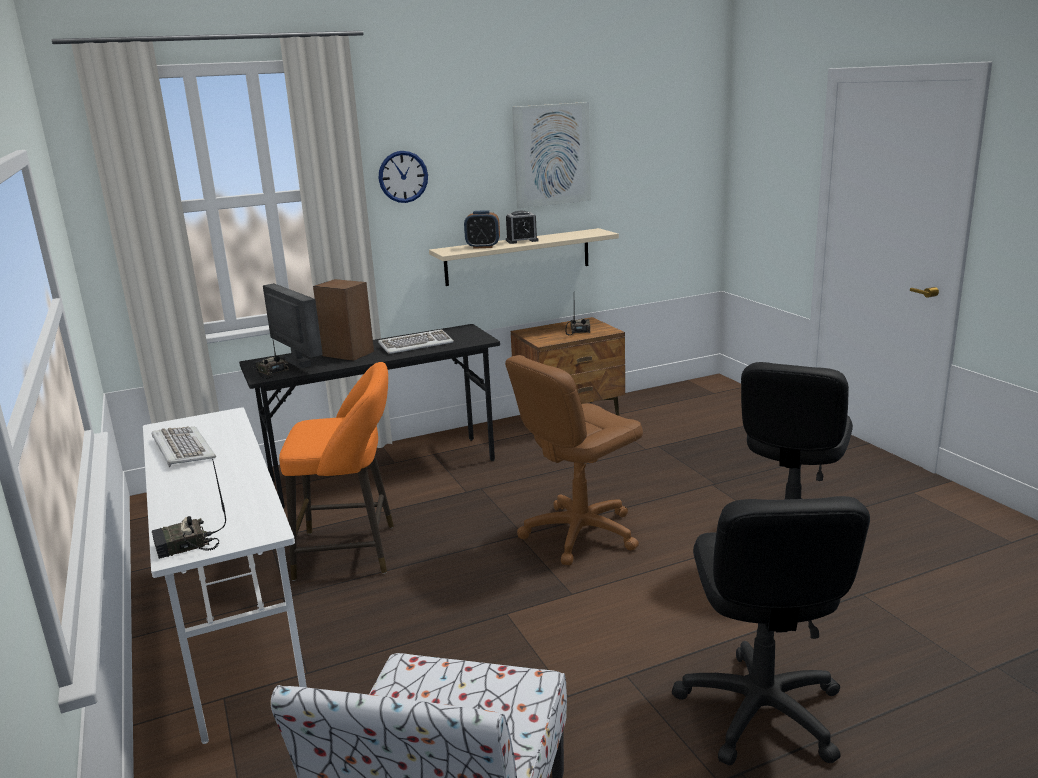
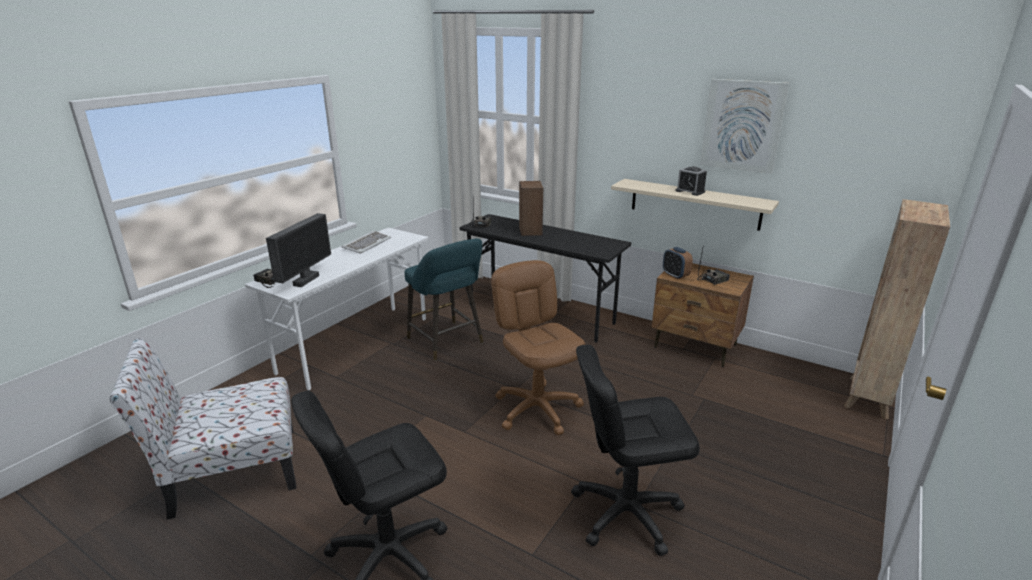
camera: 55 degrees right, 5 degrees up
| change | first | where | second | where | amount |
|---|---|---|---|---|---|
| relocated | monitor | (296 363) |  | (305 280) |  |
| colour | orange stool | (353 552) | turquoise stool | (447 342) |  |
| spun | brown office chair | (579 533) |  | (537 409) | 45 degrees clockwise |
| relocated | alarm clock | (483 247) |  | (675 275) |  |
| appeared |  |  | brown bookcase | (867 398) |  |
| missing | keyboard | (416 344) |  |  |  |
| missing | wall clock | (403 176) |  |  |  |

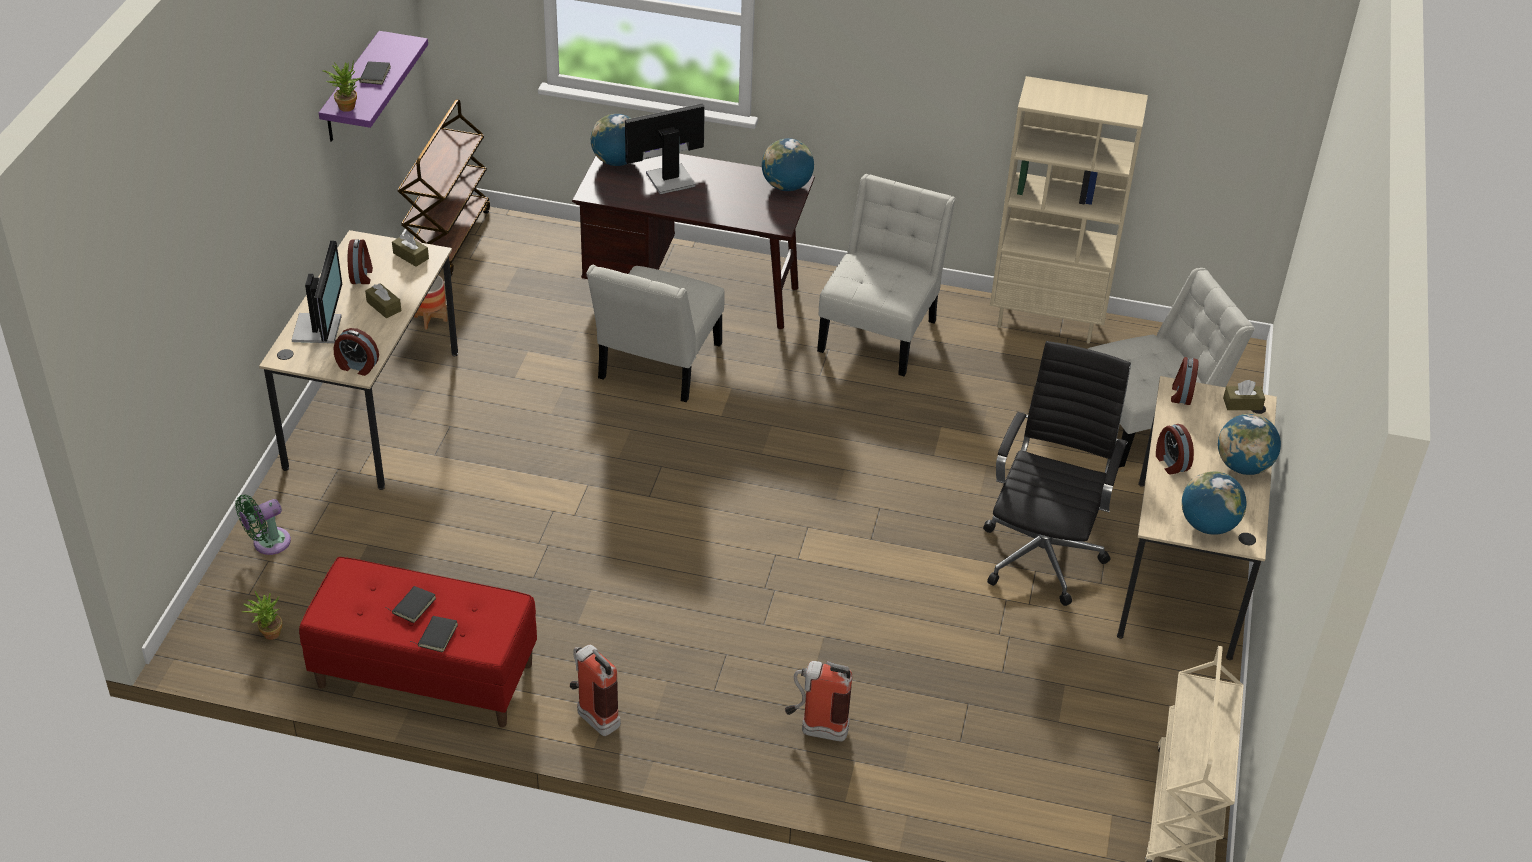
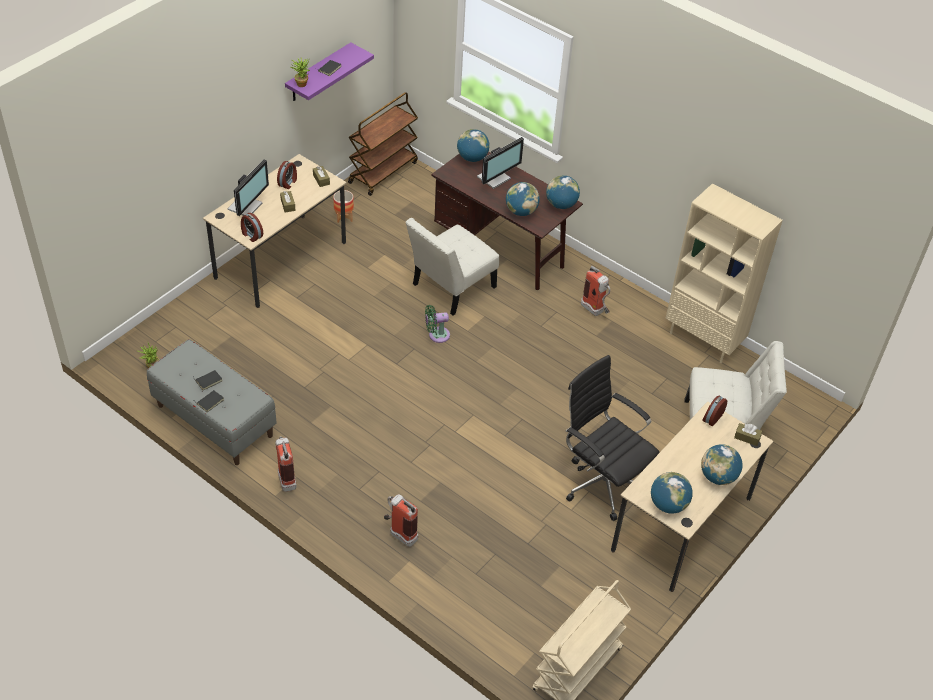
camera: 25 degrees right, 5 degrees up
| change | first | where | second | where | amount |
|---|---|---|---|---|---|
| colour | red bench | (424 675) | grey bench | (214 421) |  |
| relocated | green fan | (267 543) |  | (436 335) |  |
| spun | monitor | (669 178) |  | (495 178) | 135 degrees clockwise |
| appeared |  |  | globe | (521 211) |  |
| spun | black office chair | (1043 553) |  | (601 483) | 90 degrees counterclockwise |
| exchanged | white chair | (880 331) | fire extinguisher | (595 311) |  |
| missing | alarm clock | (1170 463) |  |  |  |

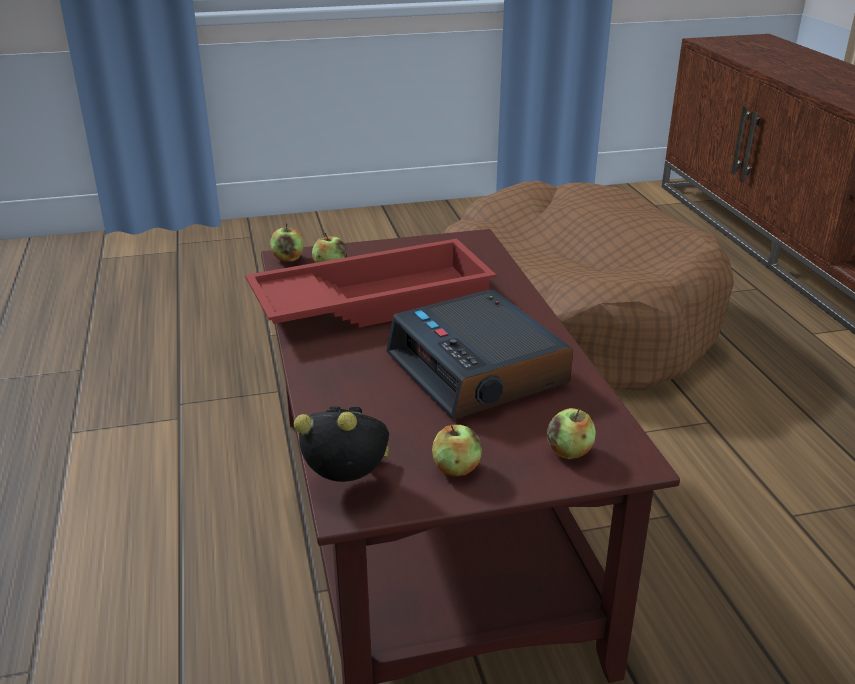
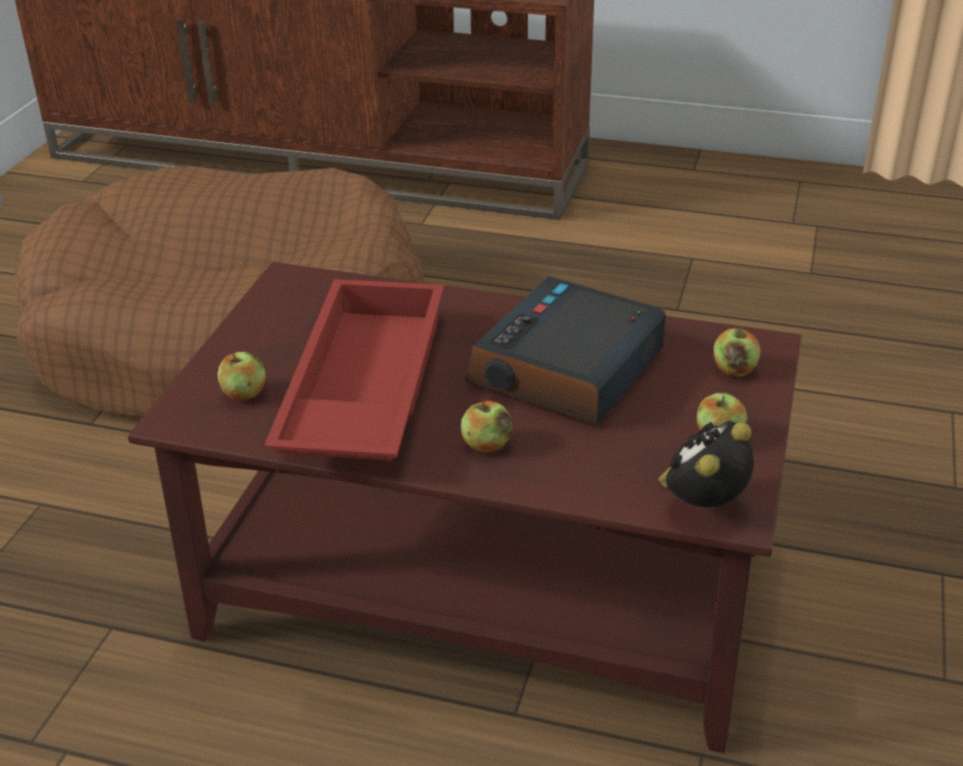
camera: 60 degrees left, 5 degrees up
| change | first | where | second | where | amount |
|---|---|---|---|---|---|
| relocated | apple | (288 258) |  | (486 445) |  |
| spun | alarm clock | (479 370) |  | (567 370) | 120 degrees clockwise |

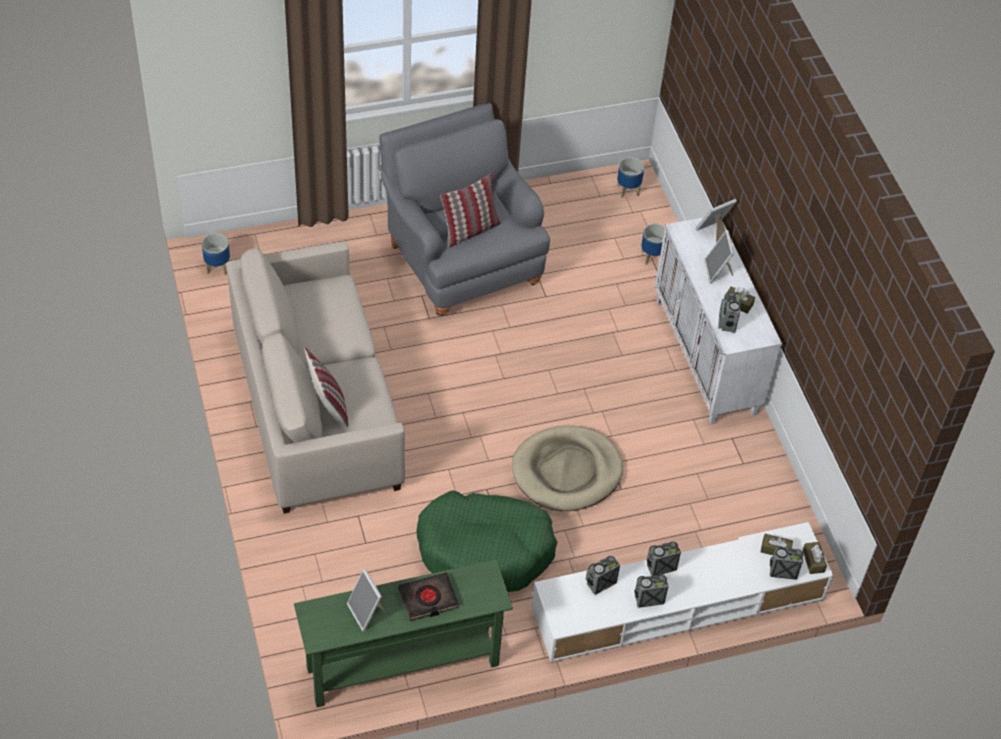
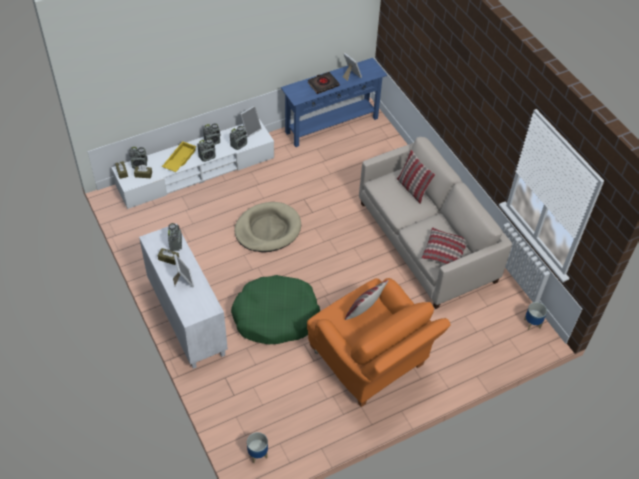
camera: 170 degrees right, 0 degrees up
| change | first | where | second | where | amount |
|---|---|---|---|---|---|
| appeared |  |  | yellow tray | (179 159) |  |
| relocated | green dog bed | (485 550) |  | (275 316) |  |
| relocated | picture frame | (713 231) |  | (250 129) |  |
| colour | green console table | (403 667) | blue console table | (331 125) |  |
| colour | grey armchair | (461 259) | orange armchair | (371 362) |  |
| appeared |  |  | pillow | (445 252) |  |
| missing | planter | (652 257) |  |  |  |

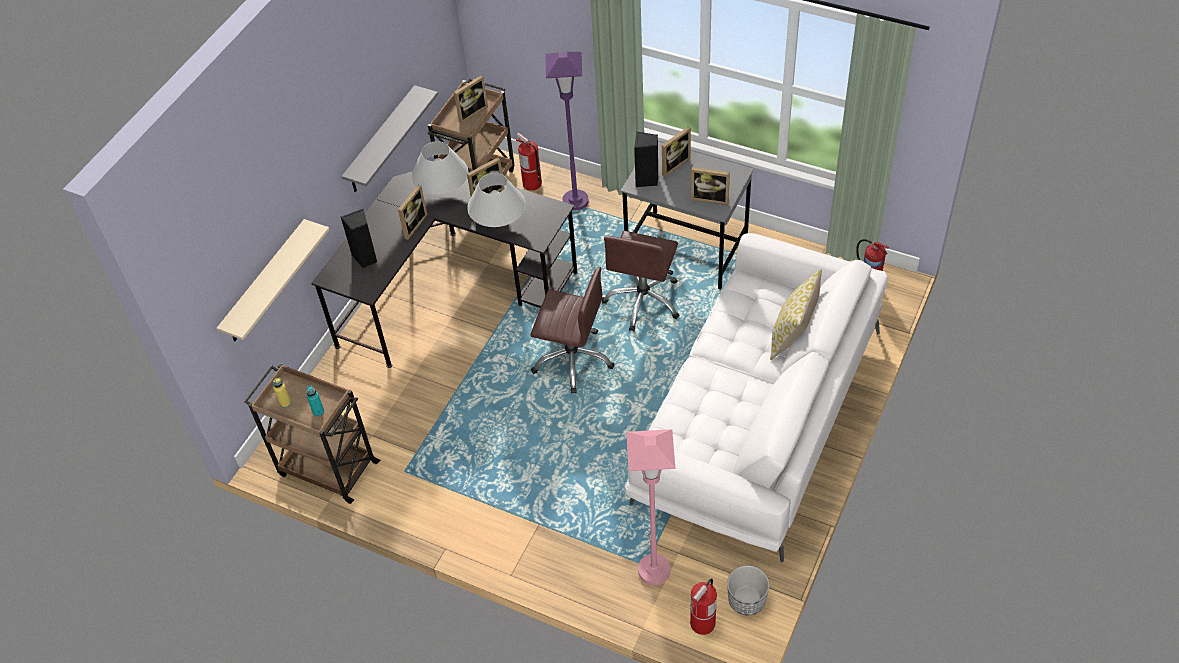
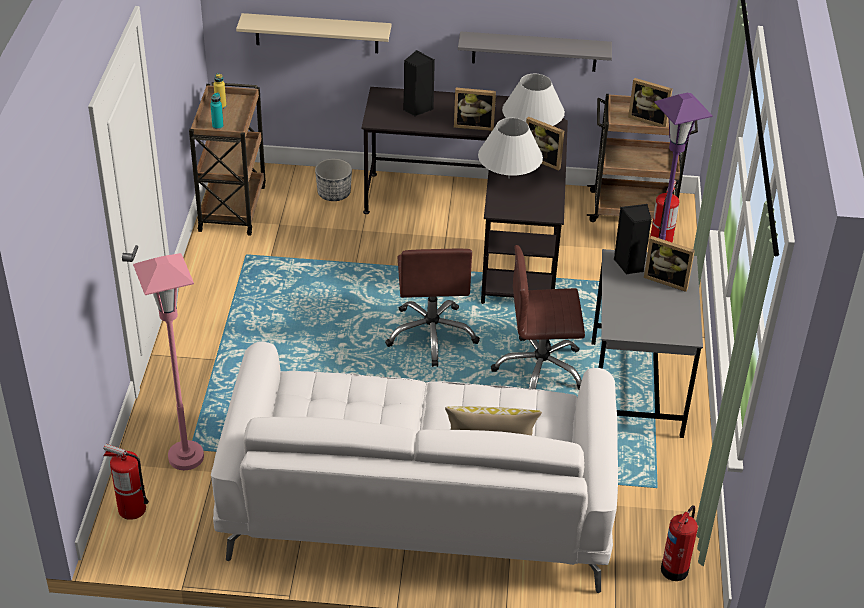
camera: 65 degrees right, 10 degrees down
| change | first | where | second | where | amount |
|---|---|---|---|---|---|
| relocated | planter | (747 600) |  | (333 194) |  |
| missing | picture frame | (710 197) |  |  |  |

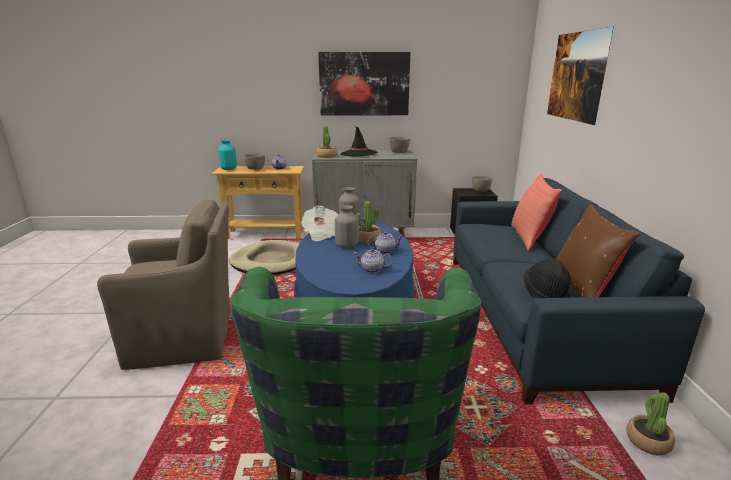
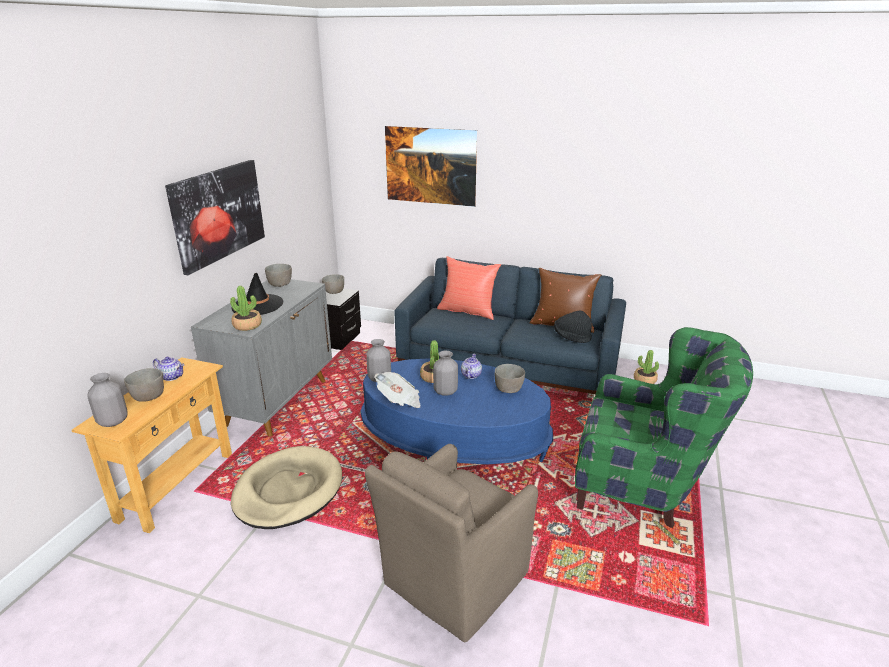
camera: 70 degrees left, 5 degrees up
| change | first | where | second | where | amount |
|---|---|---|---|---|---|
| colour | turquoise vase | (229 169) | grey vase | (113 421) |  |
| spun | brown armchair | (186 339) |  | (453 581) | 150 degrees counterclockwise |
| exchanged | teapot | (372 270) | grey bowl | (509 389) |  |

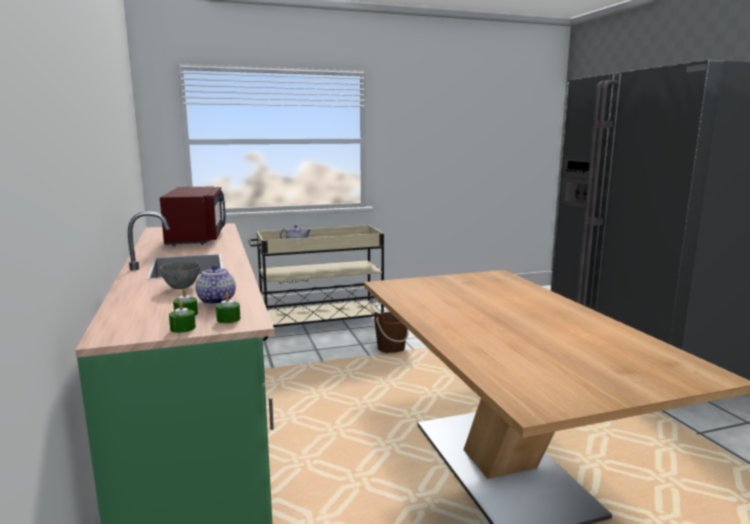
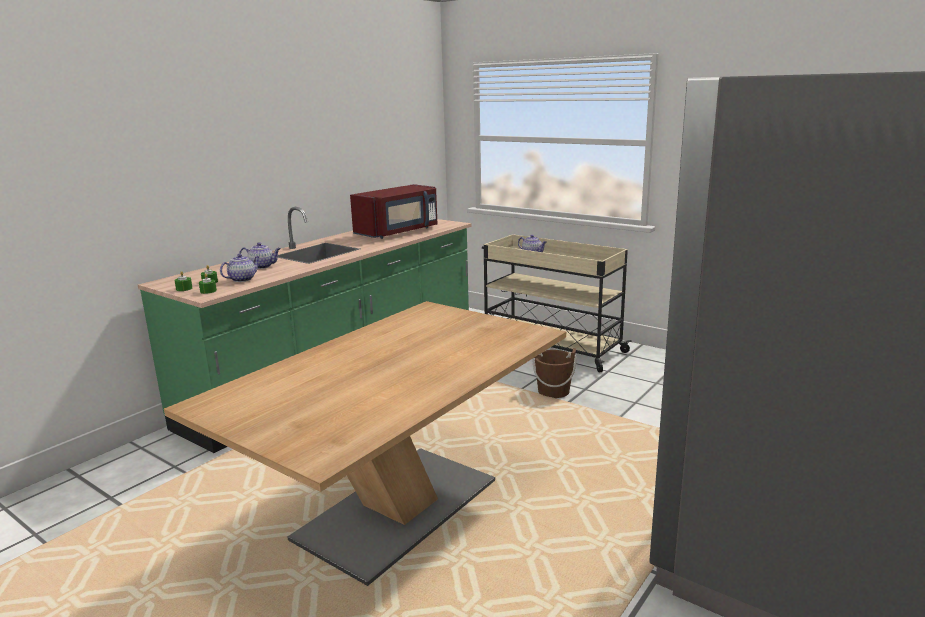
camera: 55 degrees right, 5 degrees up
| change | first | where | second | where | amount |
|---|---|---|---|---|---|
| exchanged | grey bowl | (182 287) | teapot | (262 266) |  |

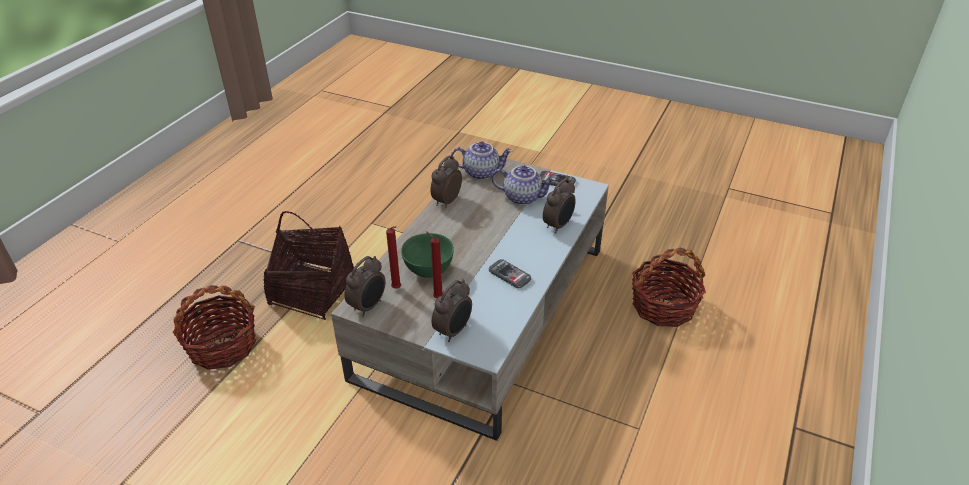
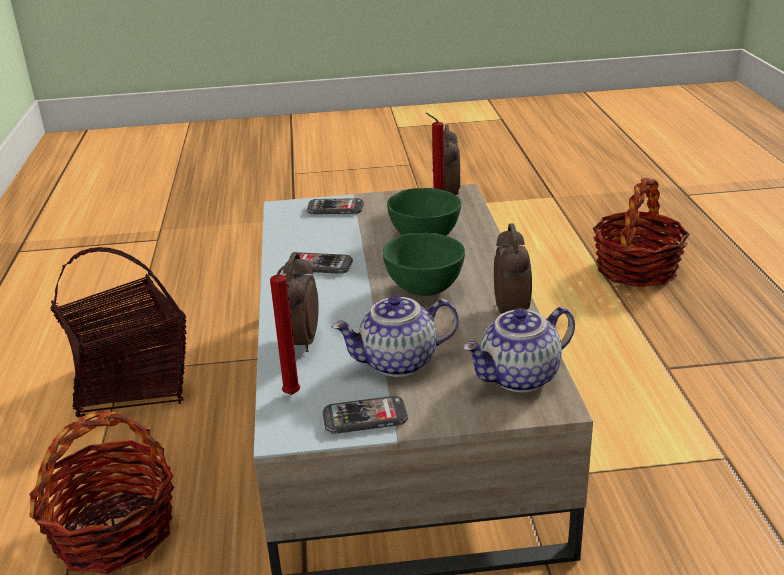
camera: 150 degrees right, 10 degrees down
| change | first | where | second | where | amount |
|---|---|---|---|---|---|
| relocated | basket | (312 291) |  | (133 384) |  |
| relocated | red candle | (436 297) |  | (295 394) |  |
| exchanged | alarm clock | (454 331) | phone | (335 208) |  |
| appeared |  |  | green bowl | (423 288) |  |

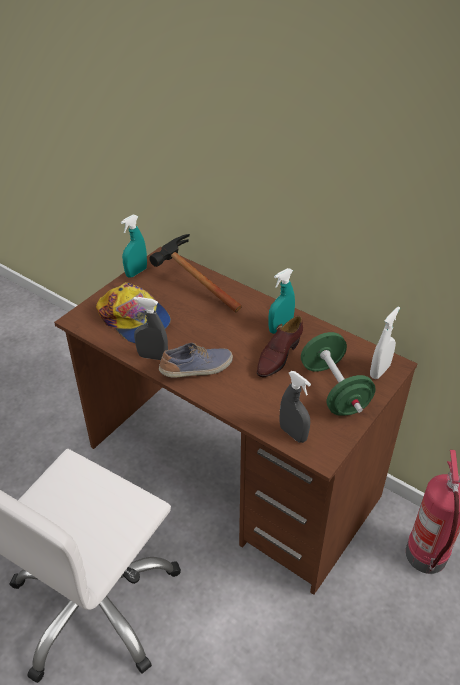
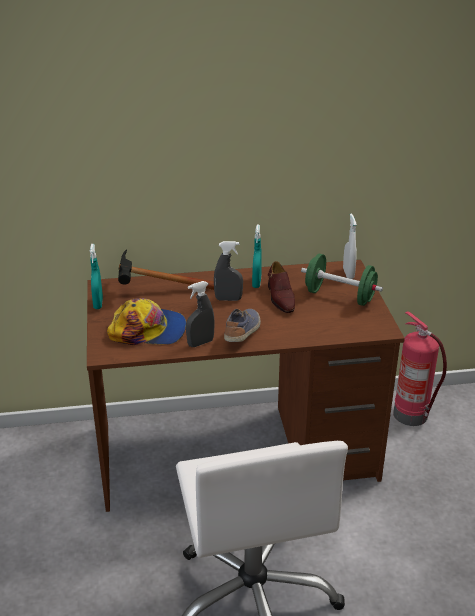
camera: 45 degrees left, 10 degrees down
| change | first | where | second | where | amount |
|---|---|---|---|---|---|
| relocated | grey spray bottle | (293 433) |  | (228 299) |  |

